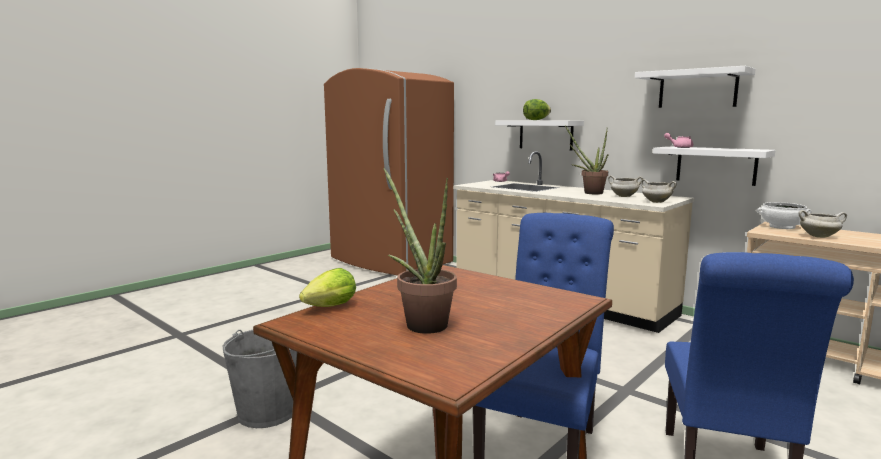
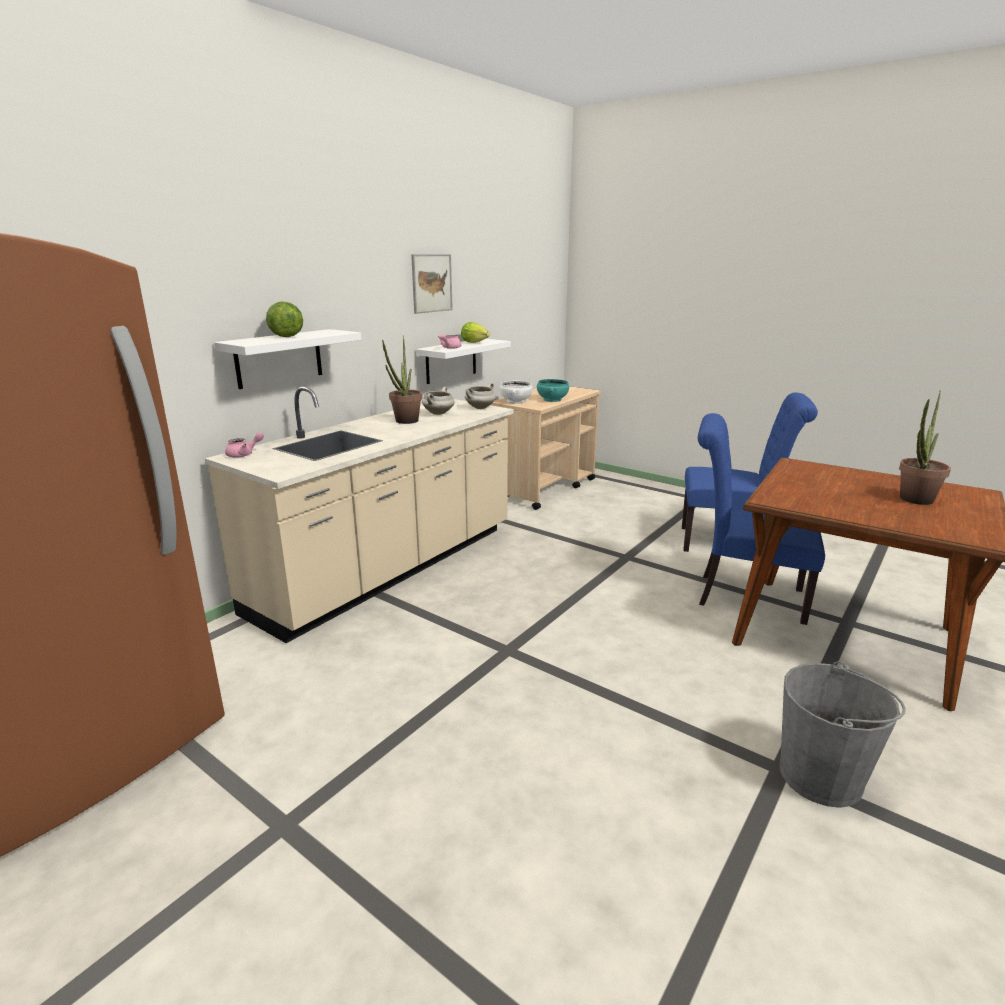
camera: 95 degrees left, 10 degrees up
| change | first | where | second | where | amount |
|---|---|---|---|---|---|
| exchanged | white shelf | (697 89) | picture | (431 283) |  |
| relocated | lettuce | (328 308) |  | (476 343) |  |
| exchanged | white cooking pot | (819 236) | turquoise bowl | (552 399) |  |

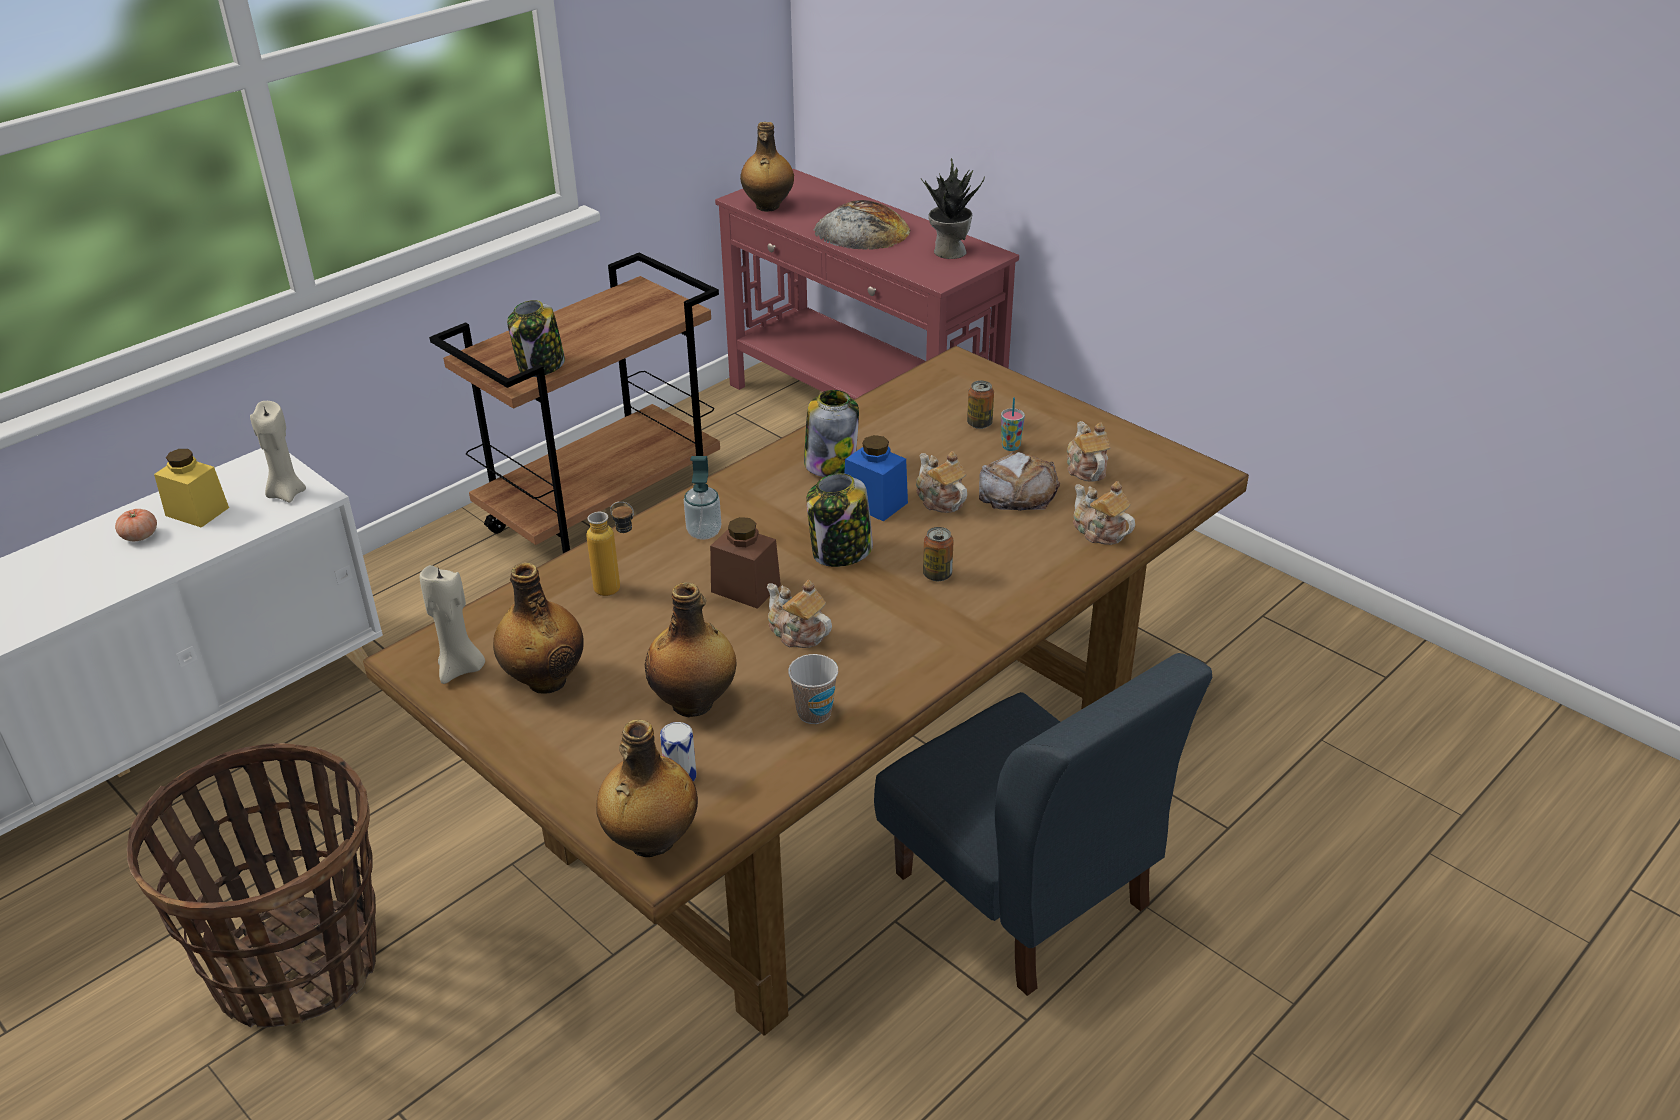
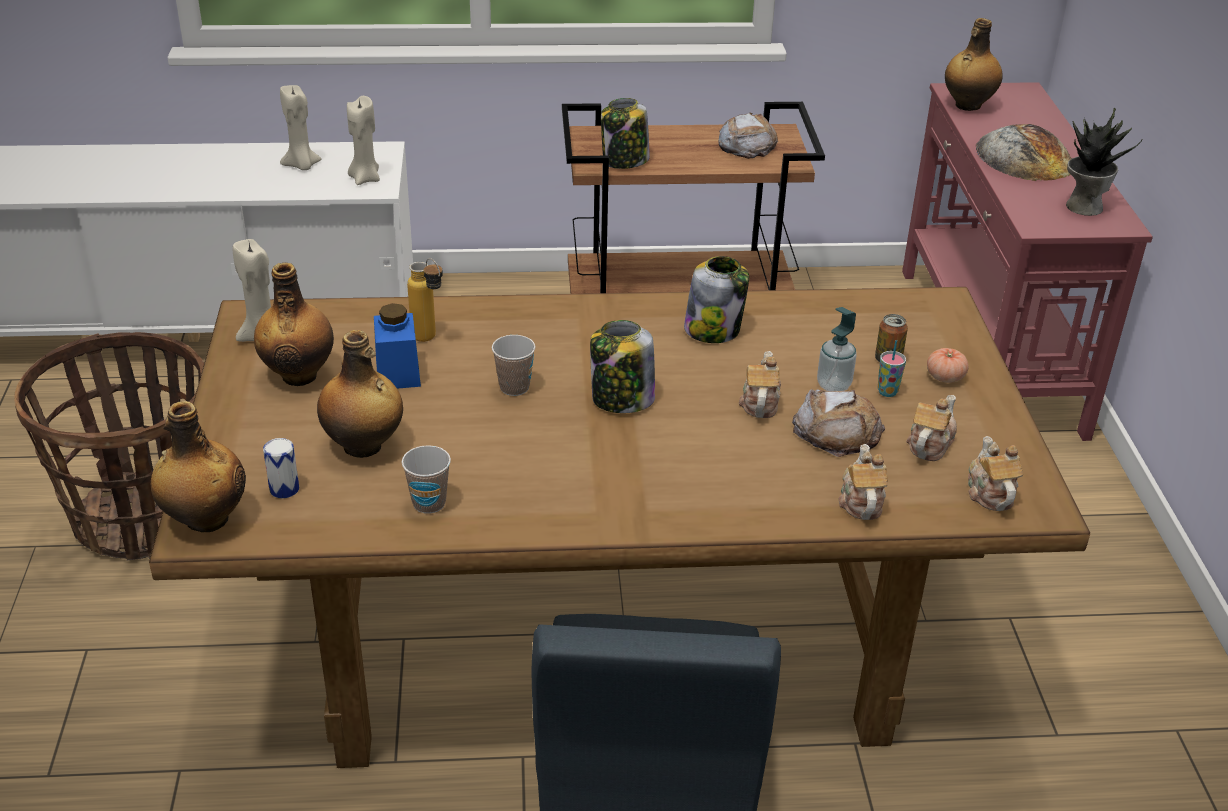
camera: 40 degrees right, 0 degrees up
| change | first | where | second | where | amount |
|---|---|---|---|---|---|
| exchanged | yellow jar | (197 511) | beige candle | (302 166) |  |
| relocated | blue jar | (875 503) |  | (398 373) |  |
| exchanged | brown jar | (746 588) | cup | (514 387) |  |
| appeared |  |  | bread | (746 144) |  |
| relocated | soap dispenser | (704 532) |  | (833 385) |  |
| relocated | tomato | (140 536) |  | (945 377) |  |
| relocated | teapot | (797 633) |  | (989 493) |  |
| missing | can | (937 575) |  |  |  |

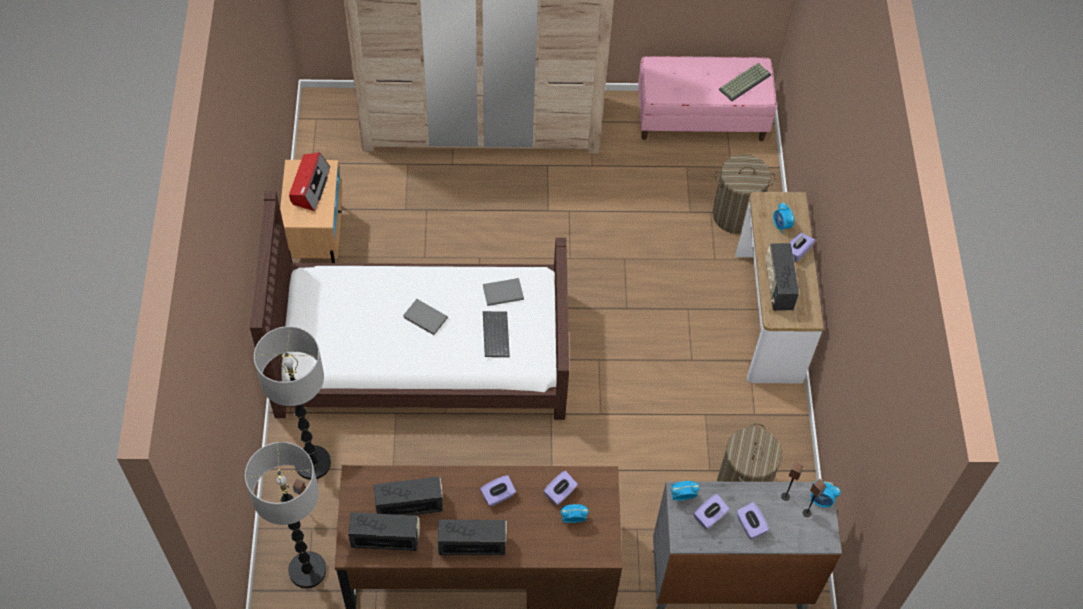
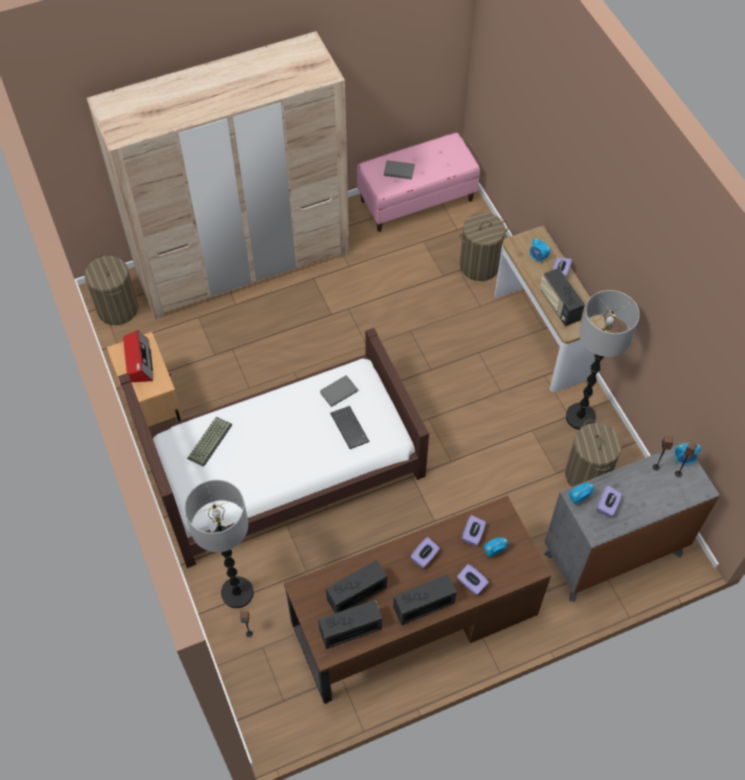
camera: 20 degrees left, 0 degrees up
| change | first | where | second | where | amount |
|---|---|---|---|---|---|
| appeared |  |  | laundry basket | (118 309) |  |
| relocated | keyboard | (744 81) |  | (209 440) |  |
| relocated | grey book | (425 318) |  | (399 171) |  |
| relocated | purple tissue box | (750 526) |  | (471 584) |  |
| relocated | floor lamp | (307 570) |  | (580 417) |  |

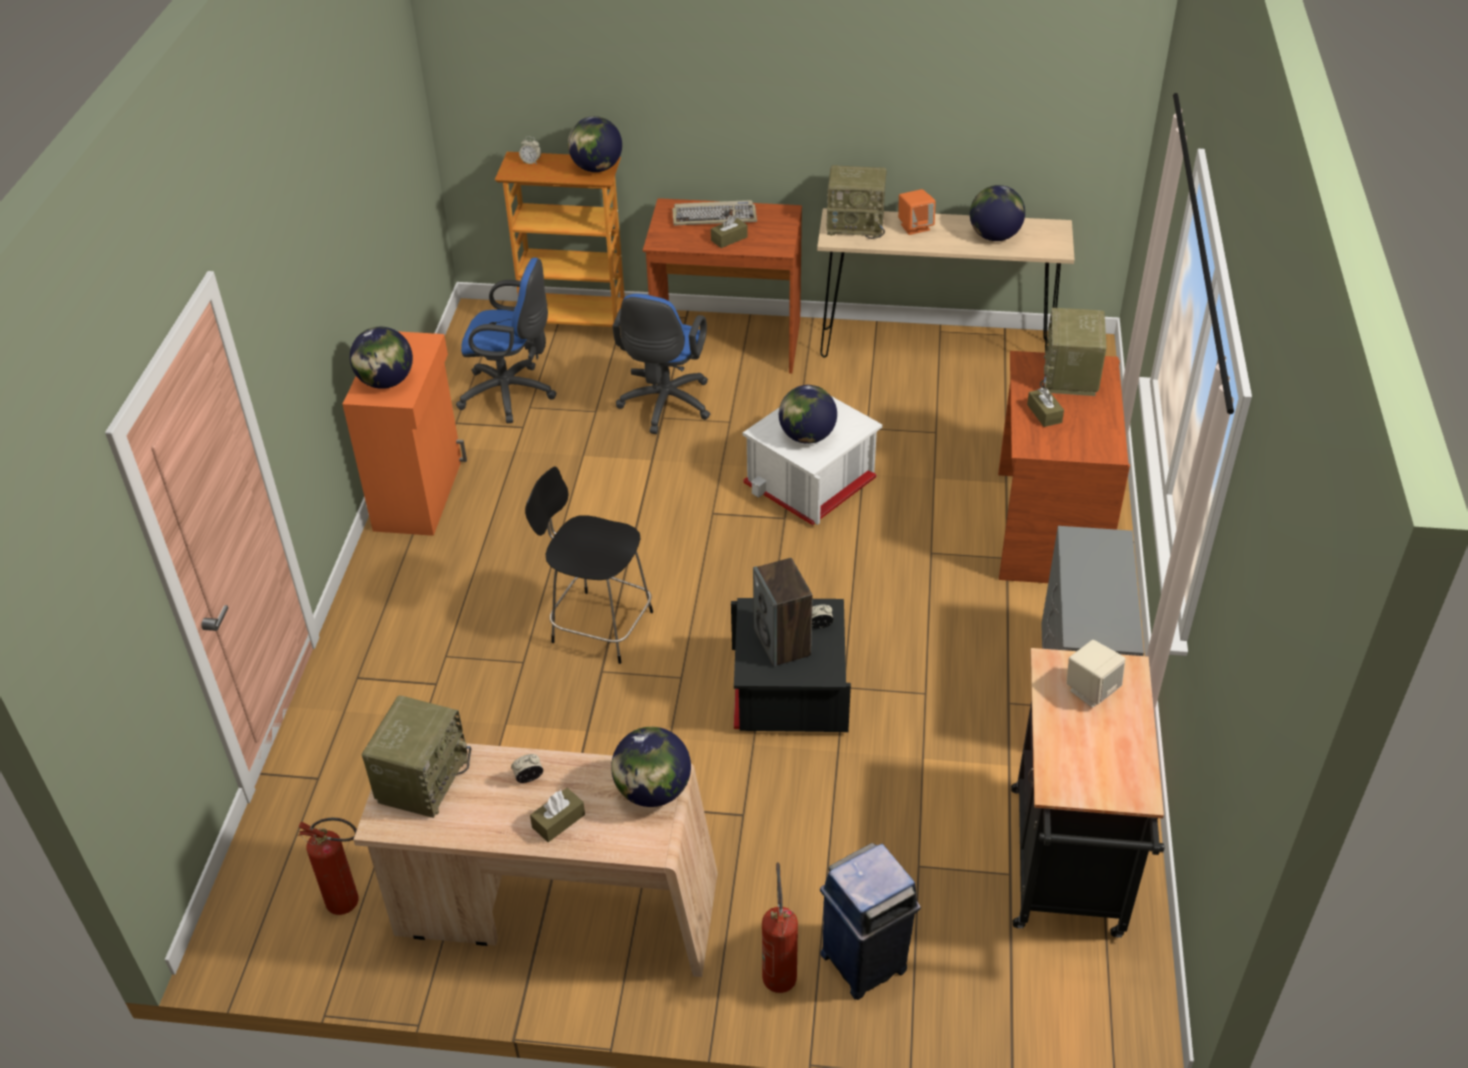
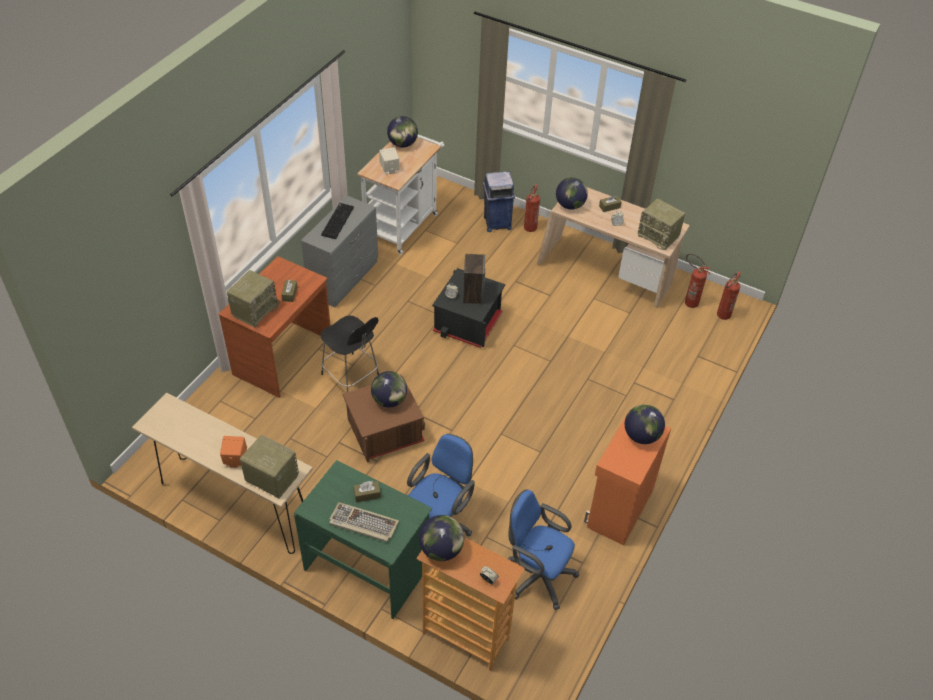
camera: 160 degrees left, 5 degrees up
| change | first | where | second | where | amount |
|---|---|---|---|---|---|
| colour | brown desk | (727 343) | green desk | (367 567) |  |
| relocated | black stool | (599 625) |  | (351 376) |  |
| appeared |  |  | keyboard | (337 221) |  |
| colour | white storage box | (812 481) | brown storage box | (384 430) |  |
| colour | black cart | (1067 872) | white cart | (404 224) |  |
| relocated | globe | (994 236) |  | (402 144) |  |
| spun | radio | (422 778) |  | (659 236) | 90 degrees counterclockwise |
| appeared |  |  | fire extinguisher | (721 317) |  |

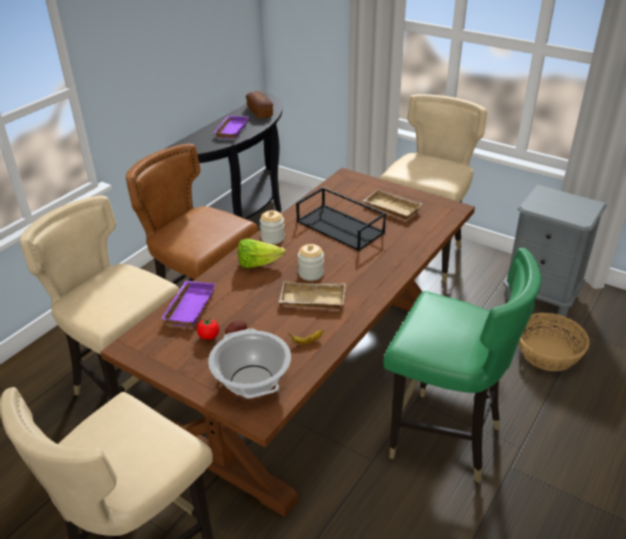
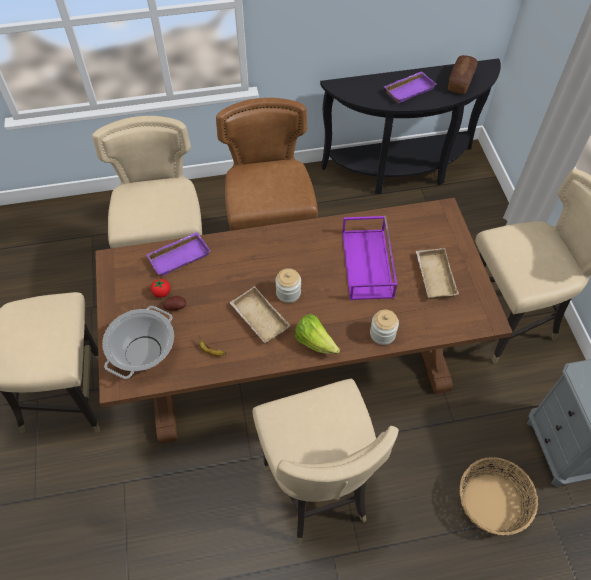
camera: 45 degrees right, 20 degrees up
| change | first | where | second | where | amount |
|---|---|---|---|---|---|
| colour | green chair | (443 438) | beige chair | (316 489) |  |
| relocated | lettuce | (258 264) |  | (315 342) |  |
| colour | black tray | (341 227) | purple tray | (368 264) |  |
| relocated | jar | (272 238) |  | (382 334) |  |

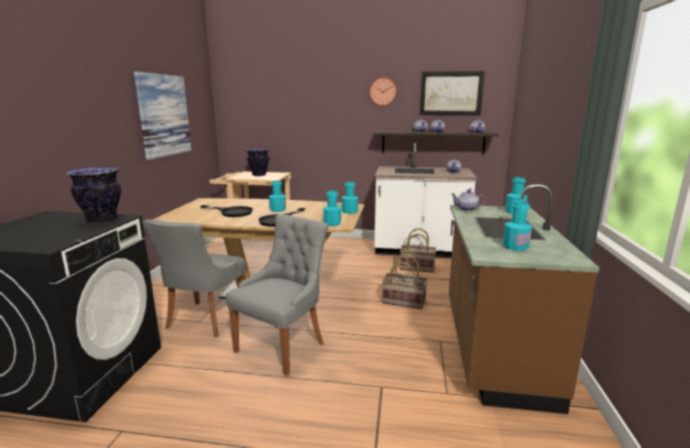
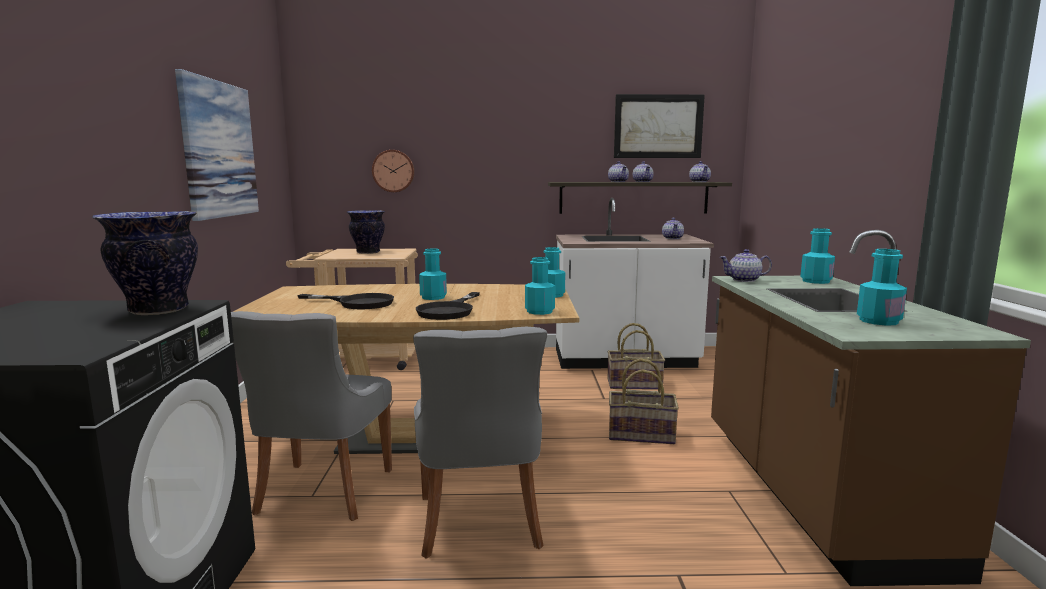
camera: 10 degrees left, 5 degrees down
| change | first | where | second | where | amount |
|---|---|---|---|---|---|
| relocated | wall clock | (383 91) |  | (393 171) |  |
| spun | grey chair | (283 346) |  | (480 524) | 150 degrees clockwise |

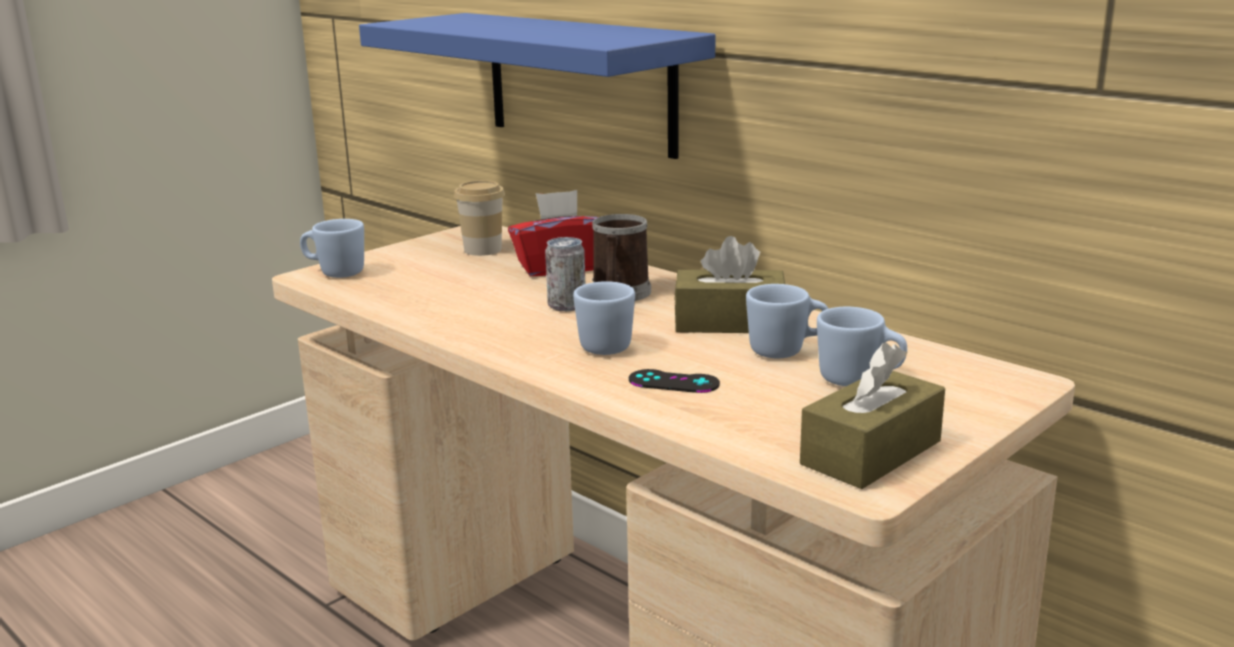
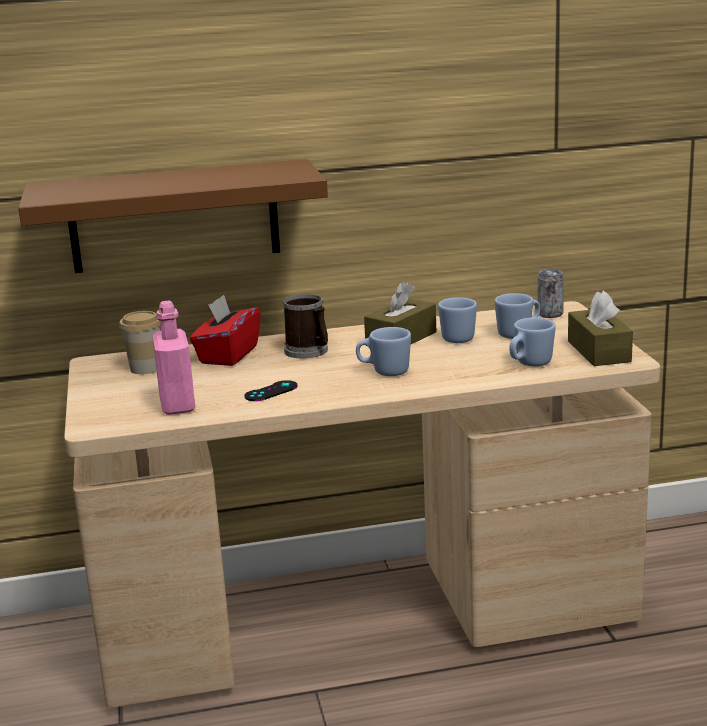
camera: 55 degrees left, 0 degrees up
| change | first | where | second | where | amount |
|---|---|---|---|---|---|
| colour | blue shelf | (579 82) | brown shelf | (174 217) |  |
| appeared |  |  | pink bottle | (177 405) |  |
| relocated | black game controller | (673 382) |  | (271 391) |  |
| relocated | blue mug | (335 273) |  | (529 364) |  |
| relocated | can | (566 305) |  | (550 314) |  |

